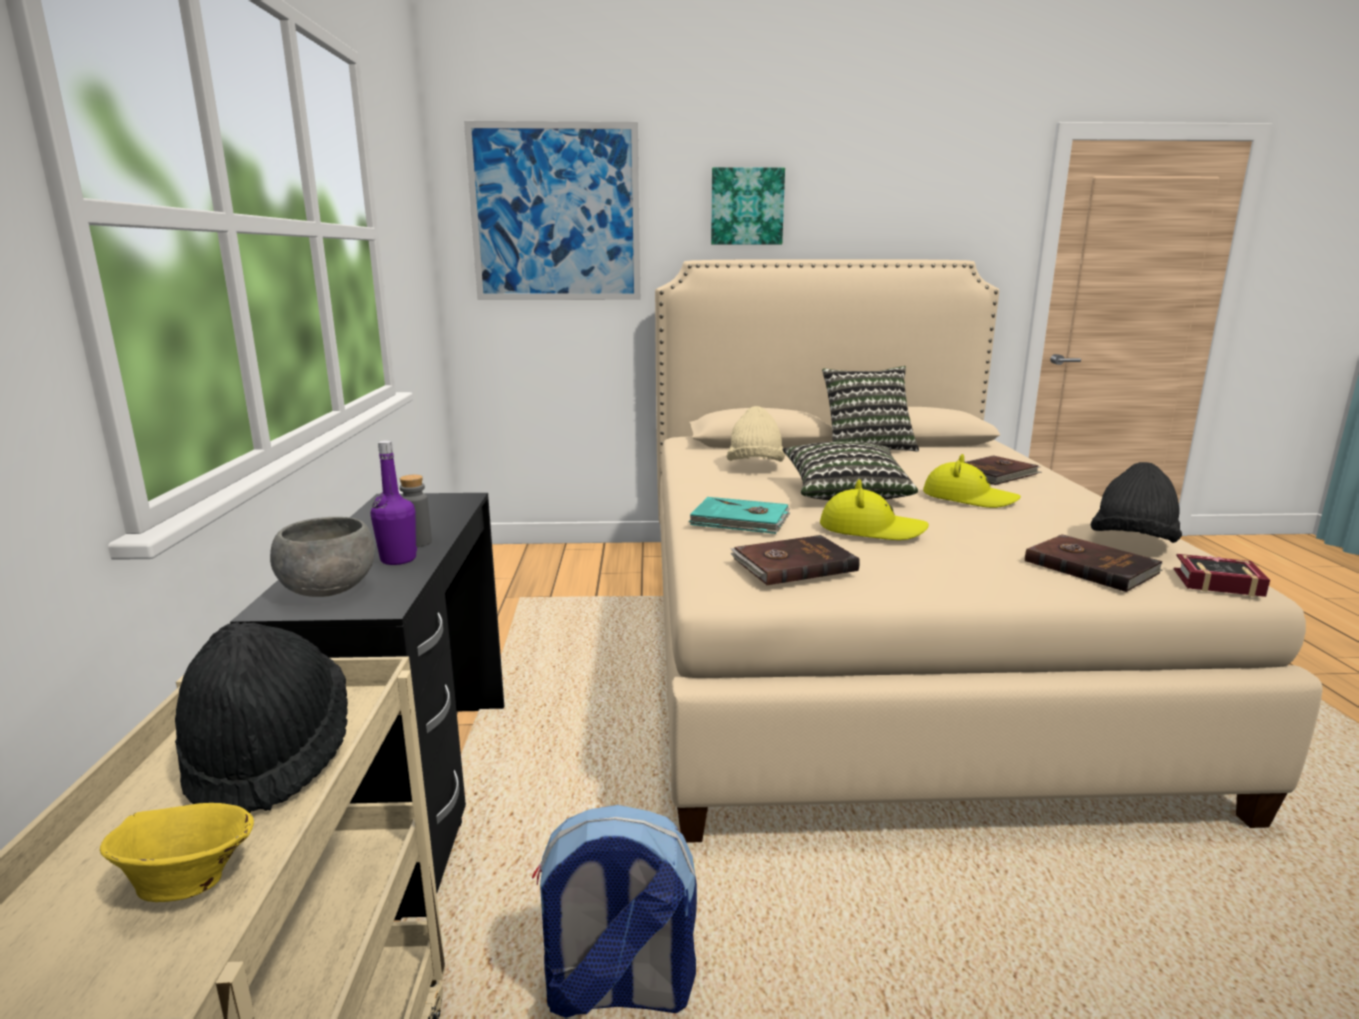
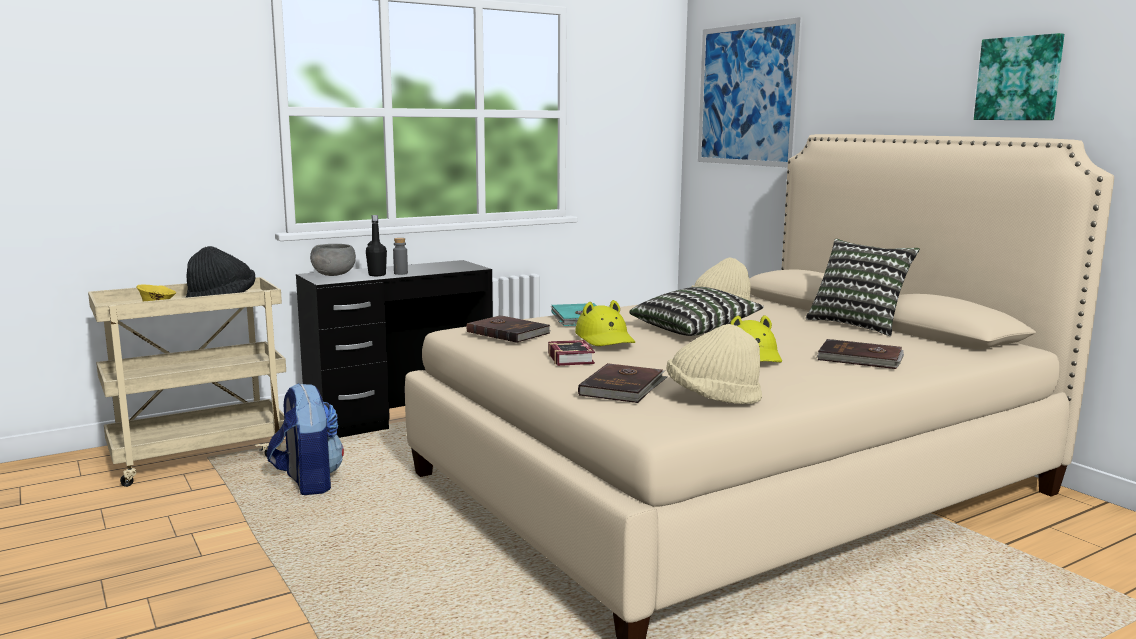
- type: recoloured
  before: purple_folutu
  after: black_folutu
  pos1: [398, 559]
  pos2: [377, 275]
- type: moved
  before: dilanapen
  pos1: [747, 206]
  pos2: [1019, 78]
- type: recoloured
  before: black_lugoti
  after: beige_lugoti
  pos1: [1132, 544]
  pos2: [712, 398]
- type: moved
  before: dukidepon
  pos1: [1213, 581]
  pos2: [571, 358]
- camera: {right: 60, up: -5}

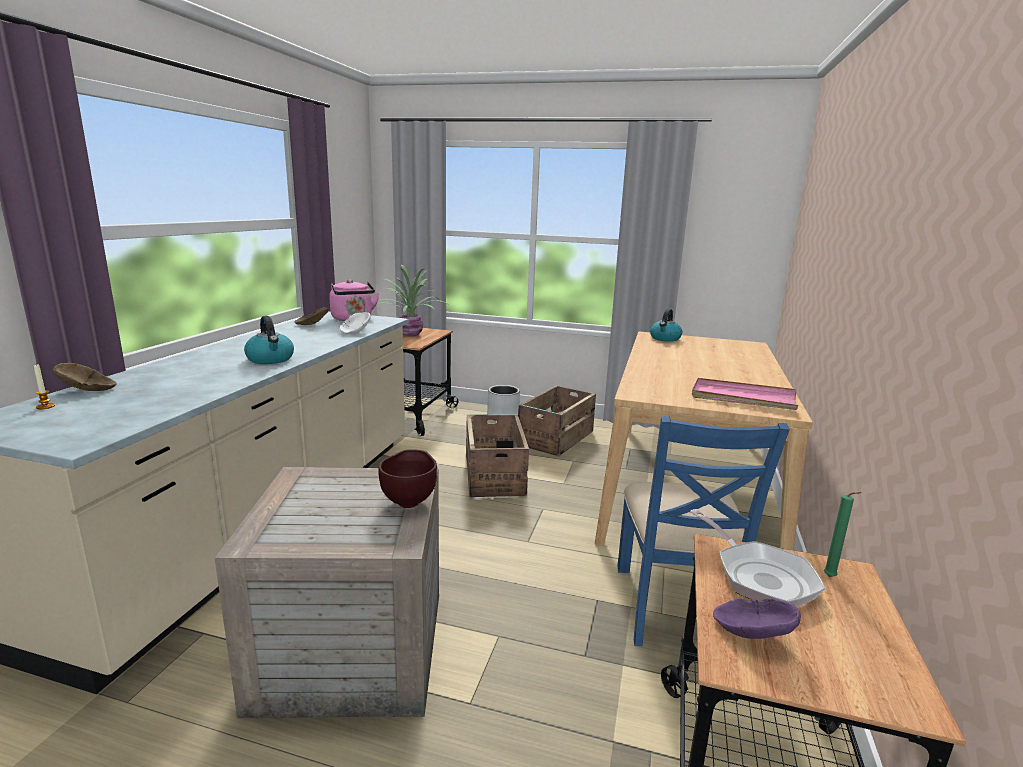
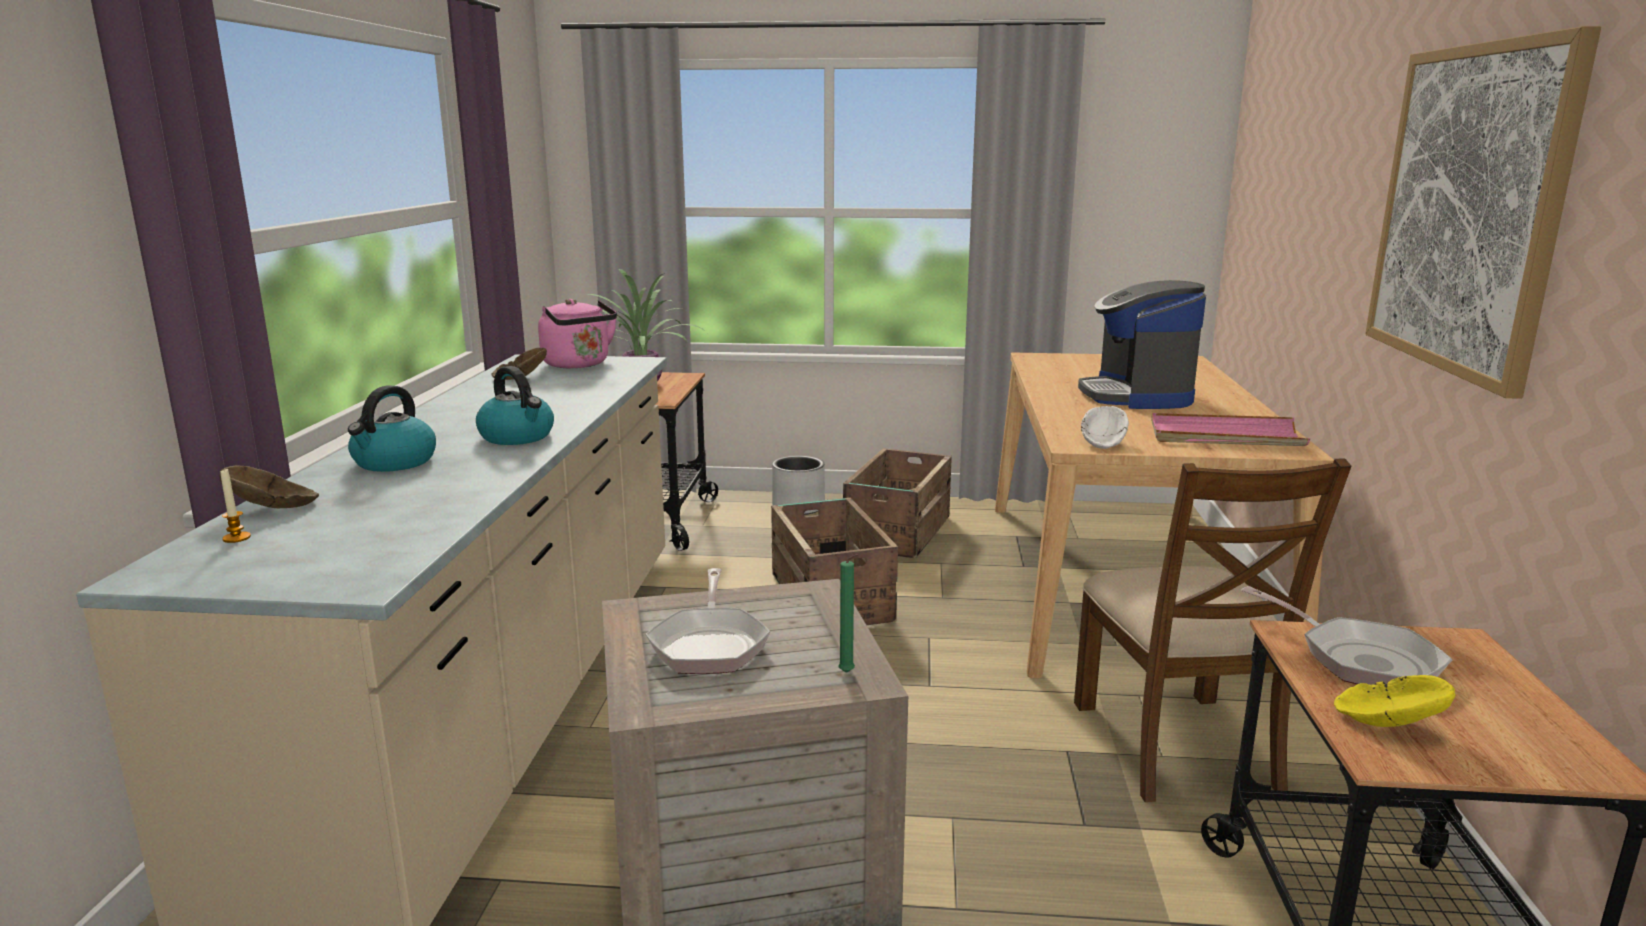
- type: moved
  before: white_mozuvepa
  pos1: [354, 332]
  pos2: [1101, 443]
- type: removed
  before: brown_mozuvepa
  pos1: [409, 501]
- type: recoloured
  before: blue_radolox
  after: brown_radolox
  pos1: [675, 607]
  pos2: [1177, 745]
- type: moved
  before: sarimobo
  pos1: [665, 338]
  pos2: [394, 462]
- type: recoloured
  before: purple_mozuvepa
  after: yellow_mozuvepa
  pos1: [751, 632]
  pos2: [1386, 721]
- type: moved
  before: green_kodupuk
  pos1: [831, 578]
  pos2: [848, 673]
- type: added
  after: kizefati
  pos2: [709, 644]
- type: added
  after: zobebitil
  pos2: [1137, 396]
- type: added
  after: dilanapen
  pos2: [1469, 209]
- camera: {right: -10, up: 0}

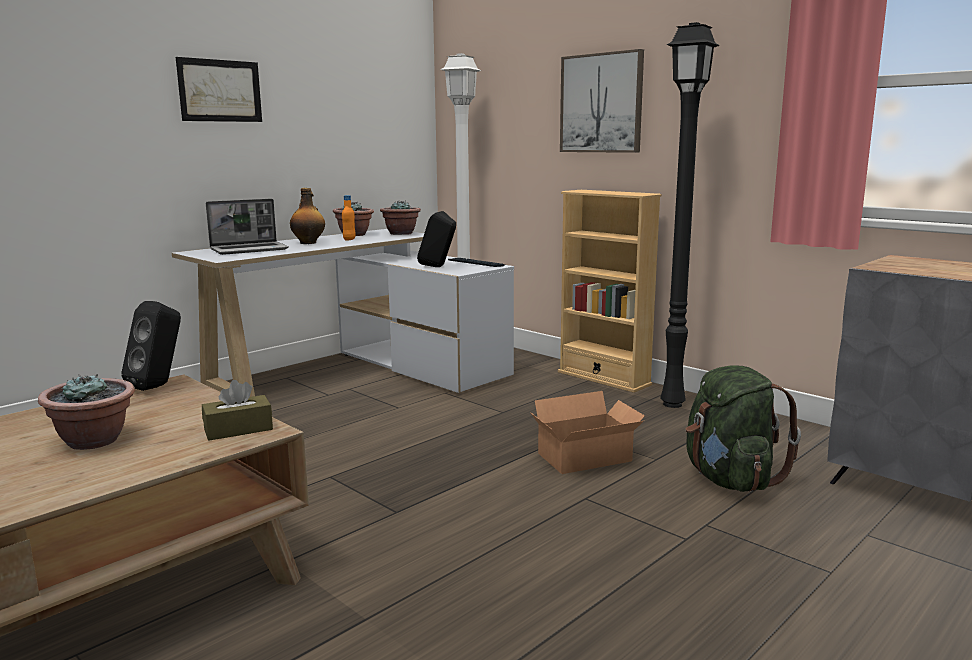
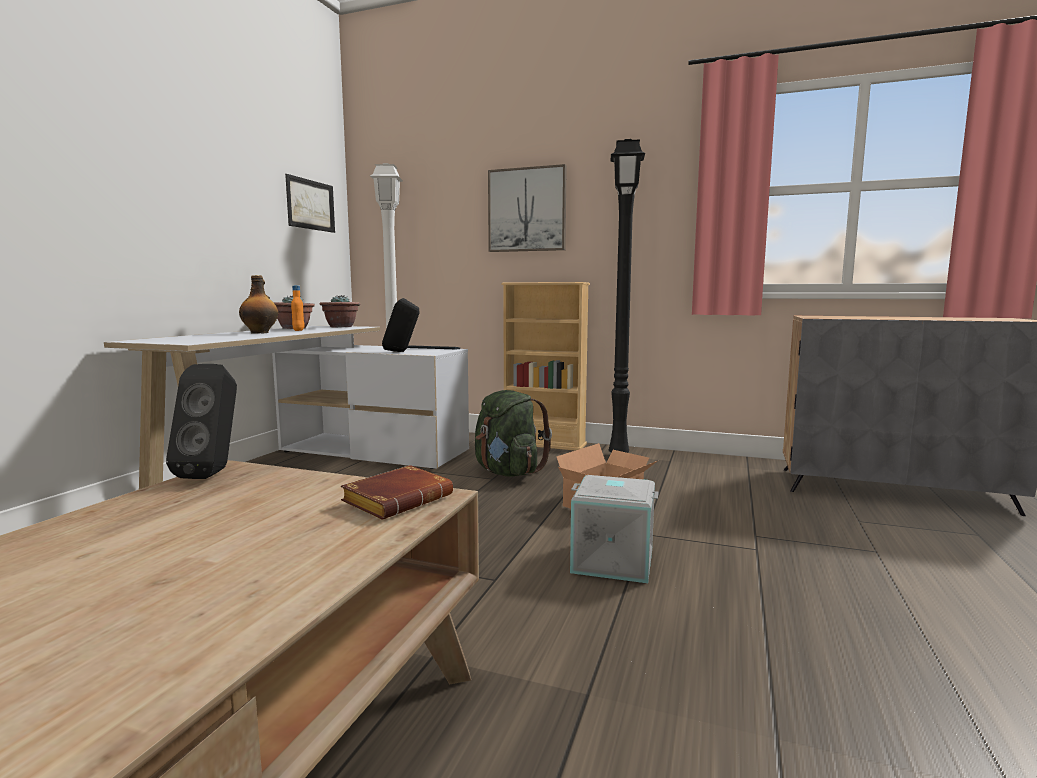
- type: removed
  before: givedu
  pos1: [94, 441]
- type: moved
  before: dilanapen
  pos1: [220, 91]
  pos2: [310, 205]
- type: replaced
  before: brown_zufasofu
  after: brown_dukidepon
  pos1: [238, 429]
  pos2: [398, 499]
- type: removed
  before: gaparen
  pos1: [250, 250]
- type: moved
  before: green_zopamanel
  pos1: [730, 479]
  pos2: [508, 472]
- type: added
  after: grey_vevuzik
  pos2: [613, 560]
- camera: {right: -25, up: -5}

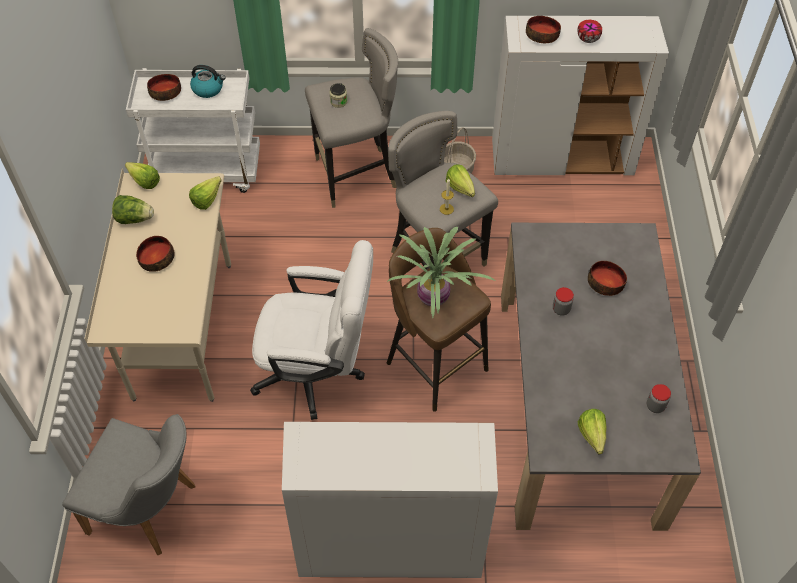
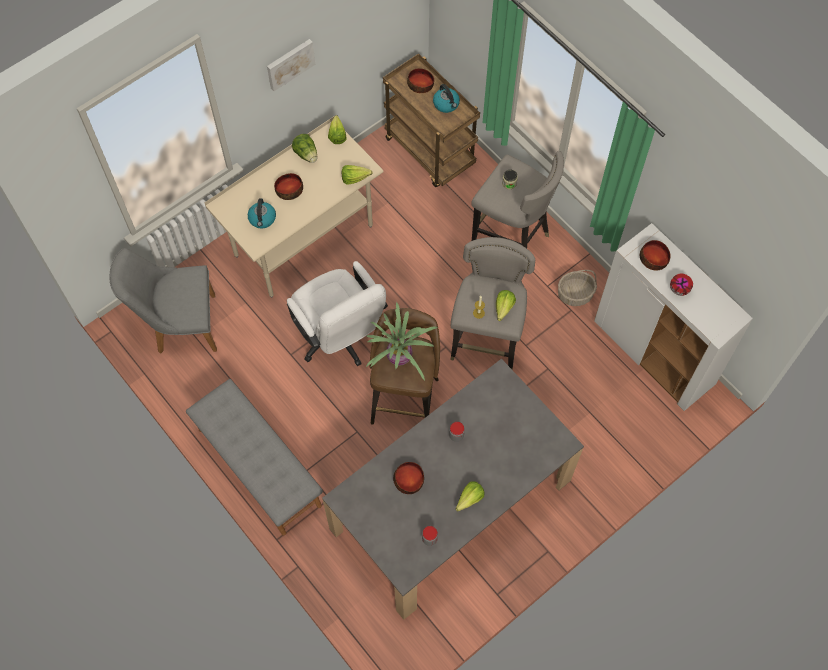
- type: turned
  before: grey_radolox
  pos1: [152, 510]
  pos2: [179, 325]
  turn: 105
- type: recoloured
  before: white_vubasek
  after: brown_vubasek
  pos1: [207, 171]
  pos2: [431, 152]
- type: replaced
  before: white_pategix
  after: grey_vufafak
  pos1: [389, 549]
  pos2: [258, 467]
- type: moved
  before: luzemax
  pos1: [592, 439]
  pos2: [467, 500]
- type: moved
  before: mozuvepa
  pos1: [606, 283]
  pos2: [409, 480]
- type: added
  after: sarimobo
  pos2: [262, 219]
- type: added
  after: dilanapen
  pos2: [289, 63]
- camera: {right: 50, up: 10}

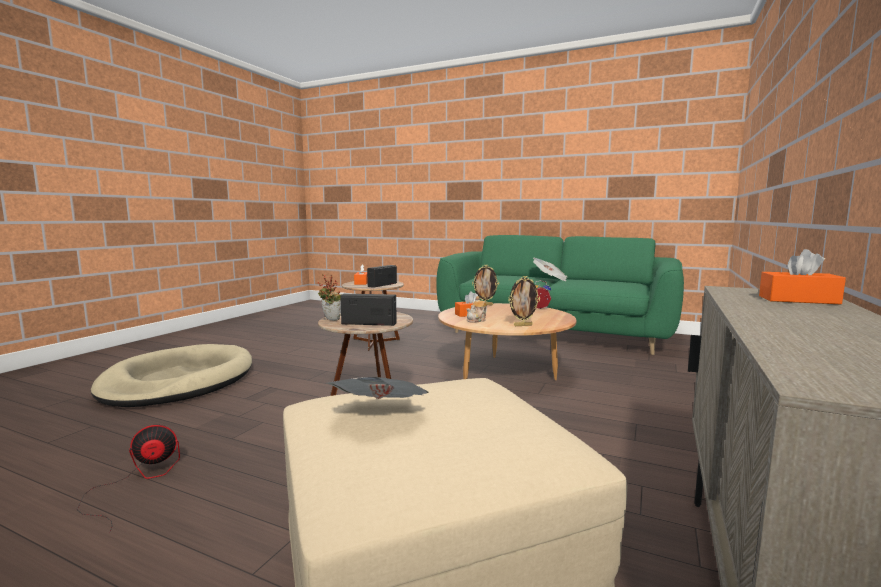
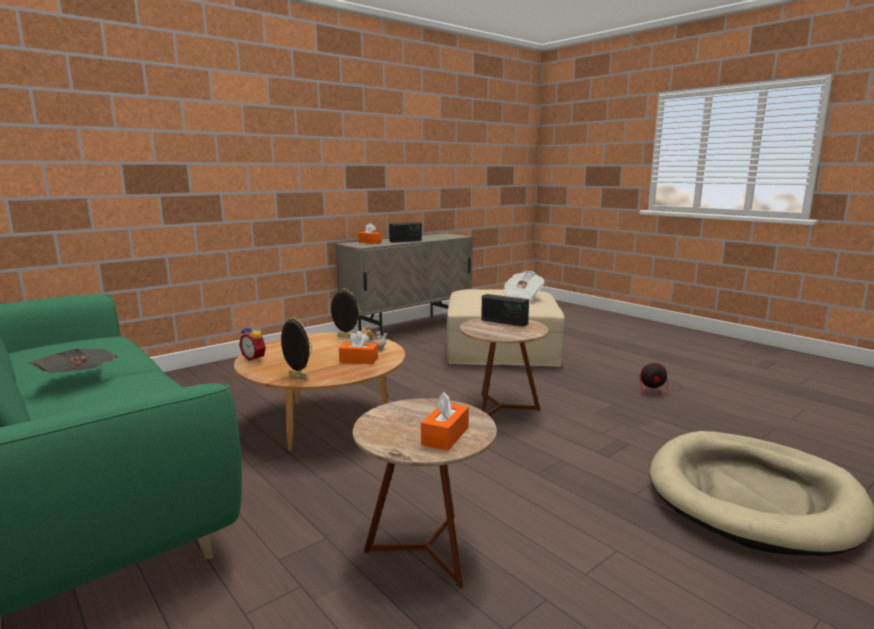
- type: removed
  before: givedu
  pos1: [330, 319]
- type: moved
  before: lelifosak
  pos1: [382, 285]
  pos2: [405, 241]
- camera: {right: -155, up: 5}

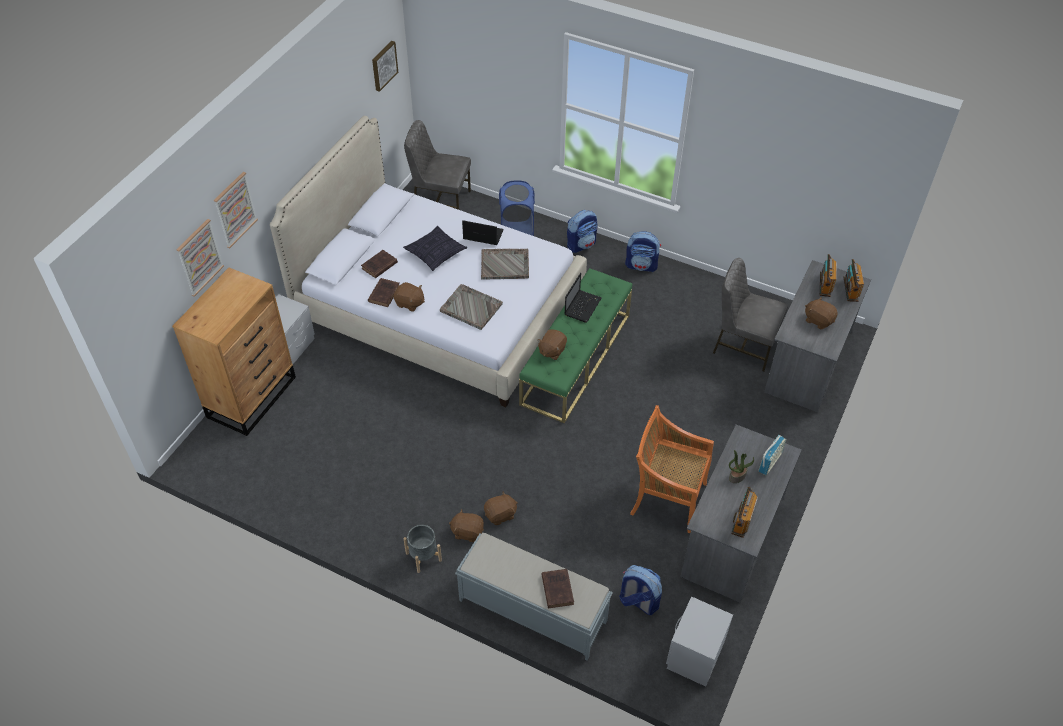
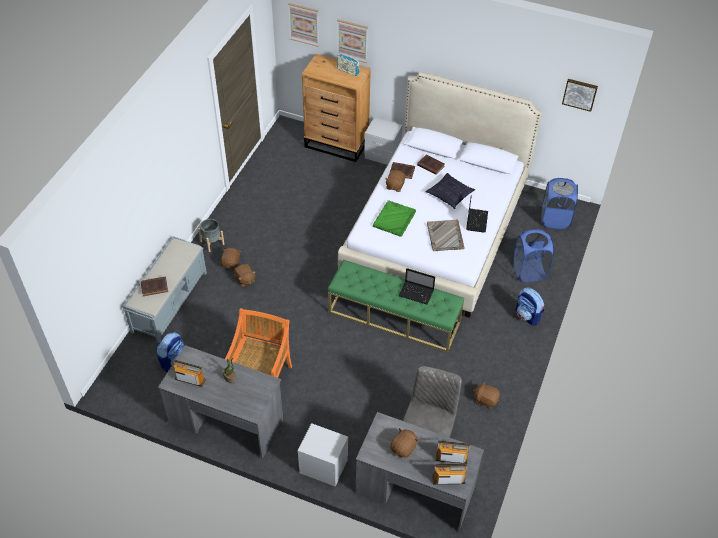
- type: moved
  before: dilanapen
  pos1: [235, 209]
  pos2: [304, 24]
- type: replaced
  before: grey_radolox
  after: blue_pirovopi
  pos1: [441, 201]
  pos2: [555, 219]
- type: recoloured
  before: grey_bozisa
  after: green_bozisa
  pos1: [470, 307]
  pos2: [394, 219]
- type: moved
  before: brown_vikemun
  pos1: [552, 350]
  pos2: [485, 399]
- type: removed
  before: zopamanel
  pos1: [641, 265]
- type: moved
  before: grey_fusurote
  pos1: [695, 655]
  pos2: [323, 466]
- type: moved
  before: lelifosak
  pos1: [770, 462]
  pos2: [348, 71]
- camera: {right: 85, up: 0}

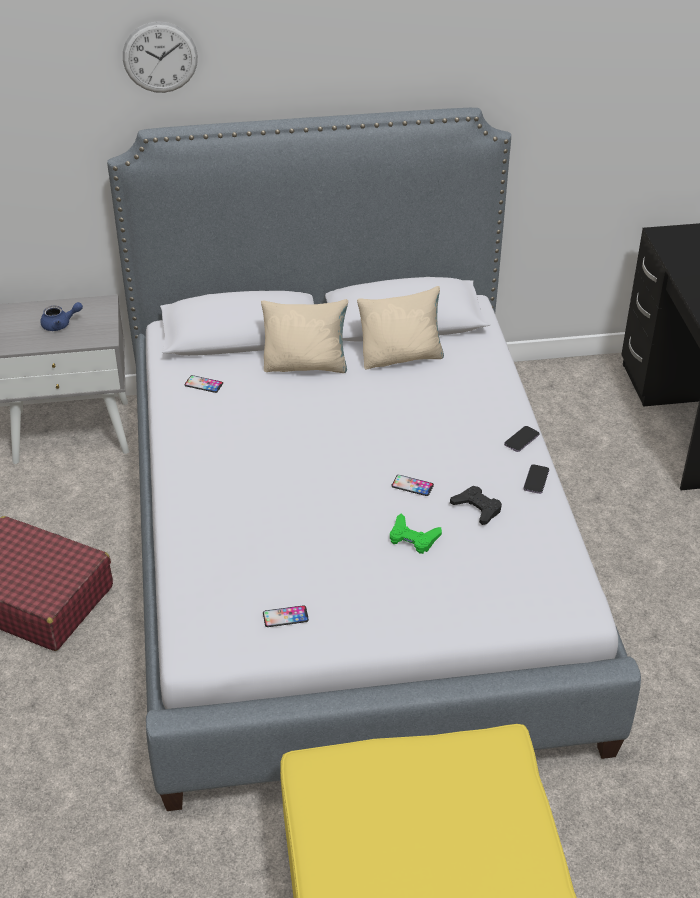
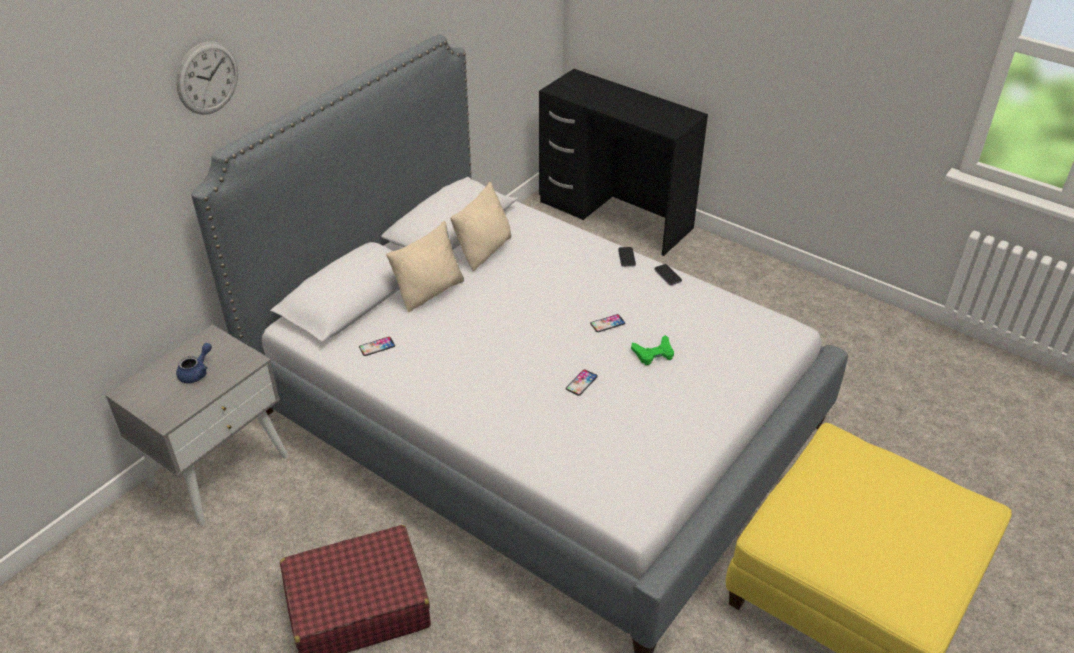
- type: moved
  before: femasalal
  pos1: [285, 616]
  pos2: [581, 382]
- type: removed
  before: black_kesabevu
  pos1: [477, 508]
- camera: {right: -45, up: 0}

